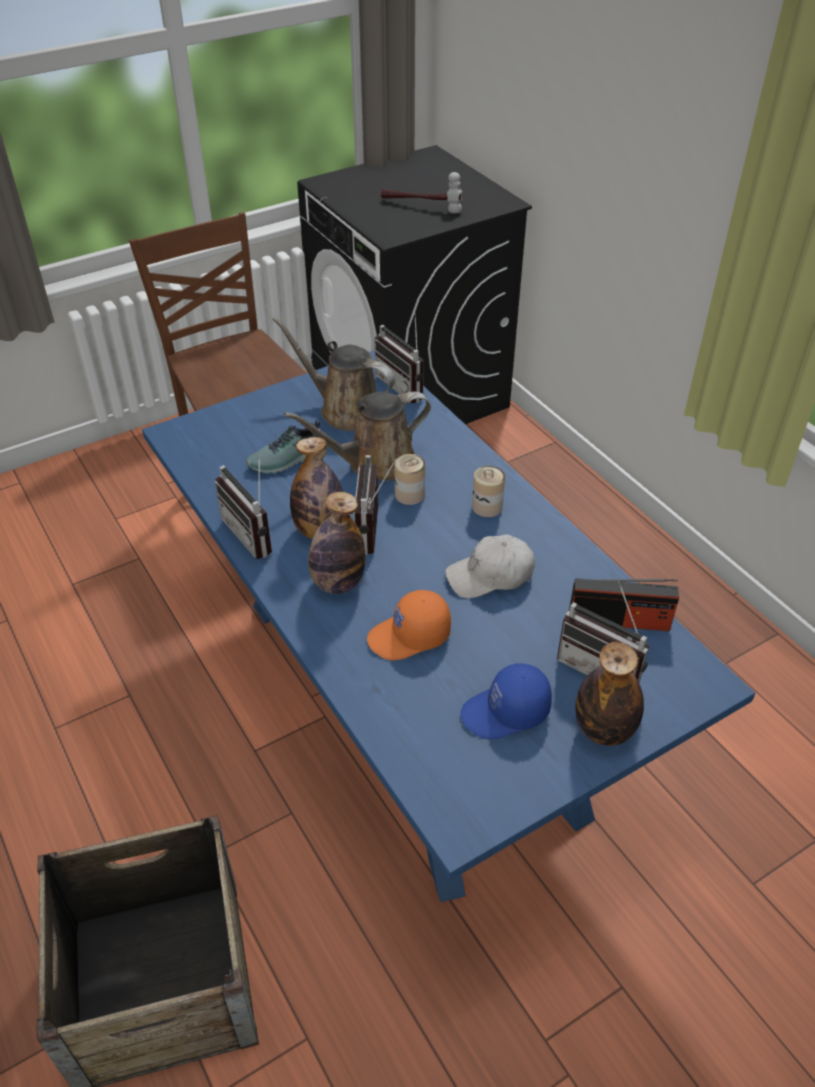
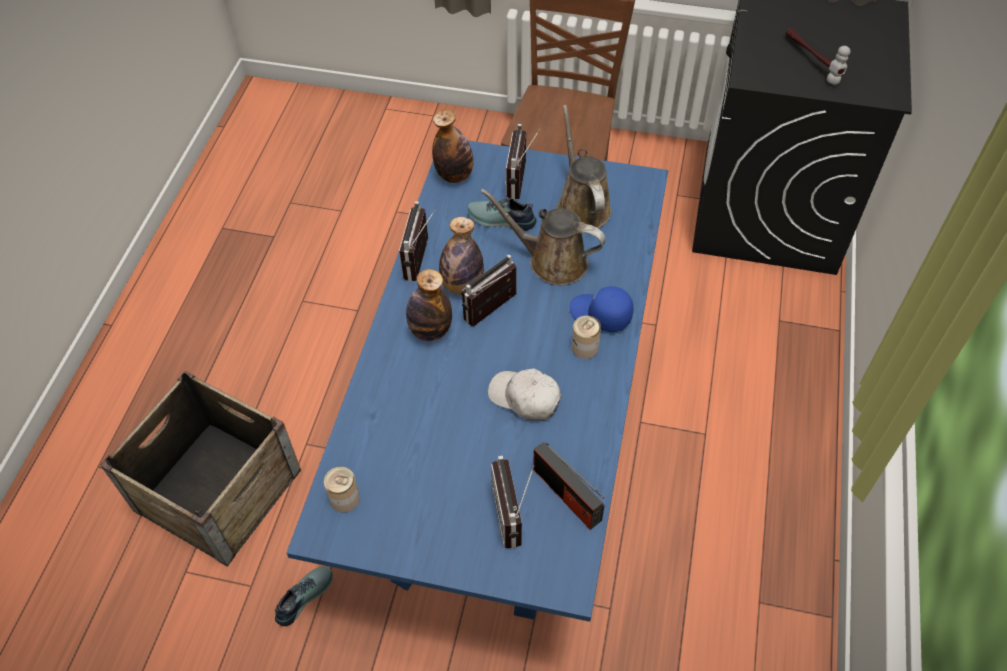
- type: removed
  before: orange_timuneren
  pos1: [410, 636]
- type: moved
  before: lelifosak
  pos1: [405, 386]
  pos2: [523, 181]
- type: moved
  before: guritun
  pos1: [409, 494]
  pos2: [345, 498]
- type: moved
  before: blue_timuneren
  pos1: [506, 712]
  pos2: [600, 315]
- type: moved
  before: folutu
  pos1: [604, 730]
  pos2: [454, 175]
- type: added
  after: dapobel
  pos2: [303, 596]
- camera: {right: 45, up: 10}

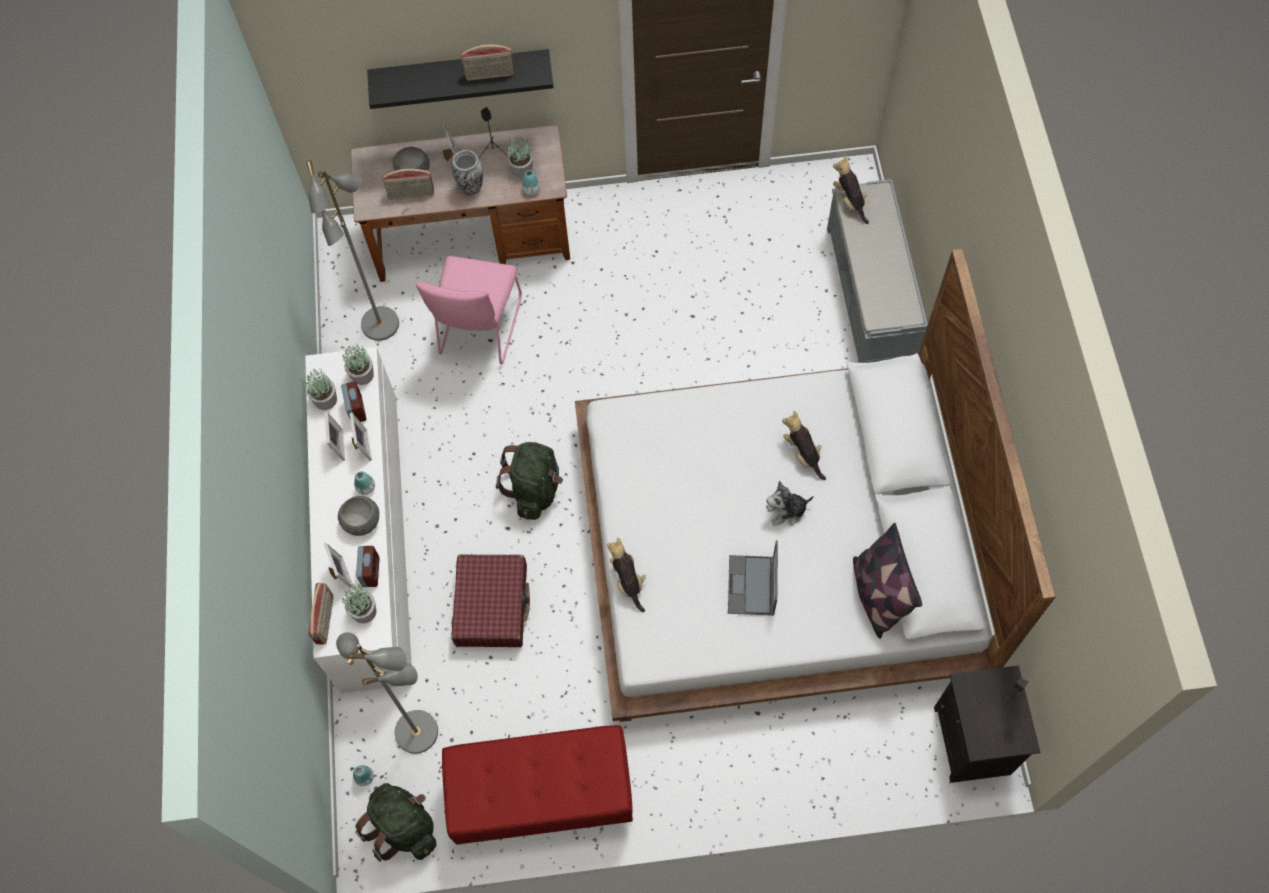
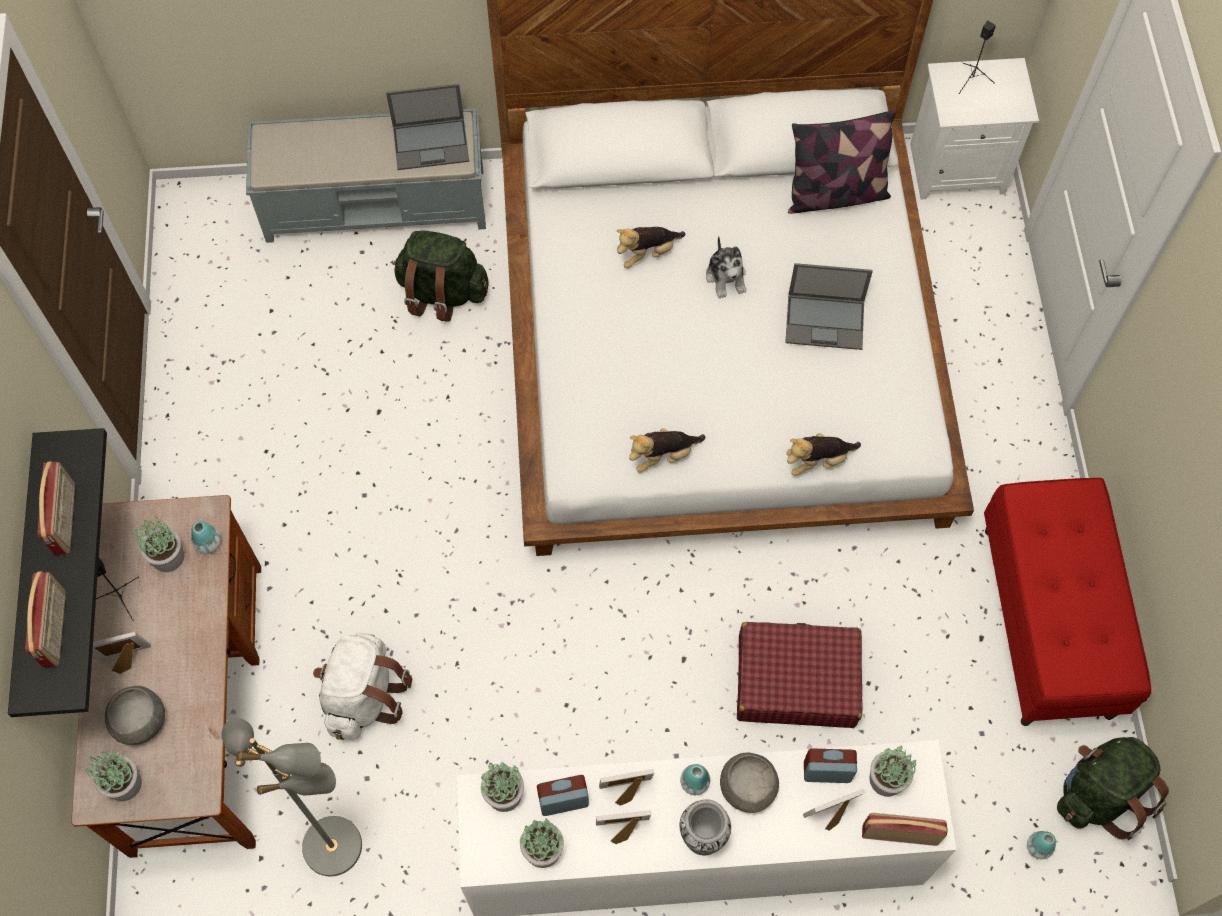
- type: removed
  before: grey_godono
  pos1: [417, 730]
- type: moved
  before: lelifosak
  pos1: [411, 194]
  pos2: [56, 628]
- type: replaced
  before: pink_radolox
  after: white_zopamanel
  pos1: [479, 330]
  pos2: [363, 696]
- type: moved
  before: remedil
  pos1: [471, 188]
  pos2: [702, 838]
- type: moved
  before: green_zopamanel
  pos1: [535, 489]
  pos2: [442, 292]
- type: moved
  before: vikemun
  pos1: [849, 201]
  pos2: [663, 456]
- type: recoloured
  before: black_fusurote
  after: white_fusurote
  pos1: [973, 741]
  pos2: [958, 167]
- type: added
  after: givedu
  pos2: [123, 784]
- type: added
  after: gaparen
  pos2: [432, 143]
- camera: {right: -90, up: 0}

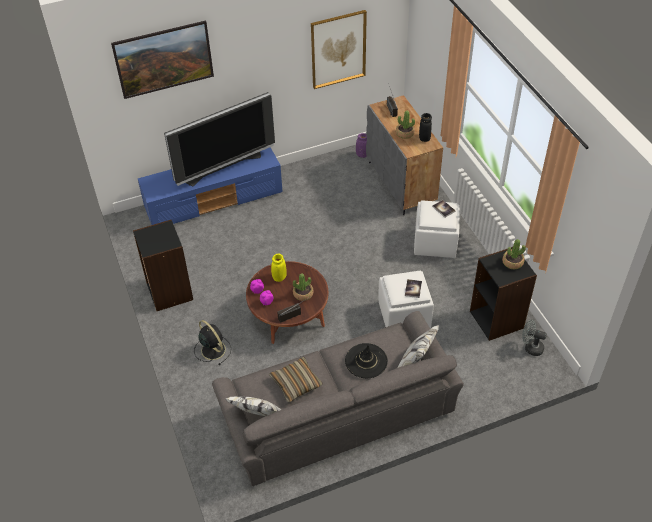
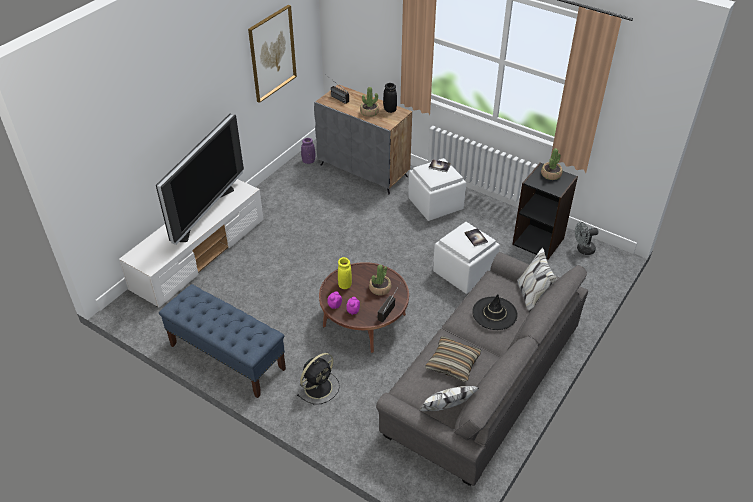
- type: removed
  before: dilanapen
  pos1: [166, 73]
- type: replaced
  before: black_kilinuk
  after: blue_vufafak
  pos1: [169, 292]
  pos2: [227, 357]
- type: recoloured
  before: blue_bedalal
  after: white_bedalal
  pos1: [214, 200]
  pos2: [200, 254]
- type: turned
  before: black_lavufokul
  pos1: [212, 349]
  pos2: [319, 386]
  turn: 120
- camera: {right: -35, up: -5}

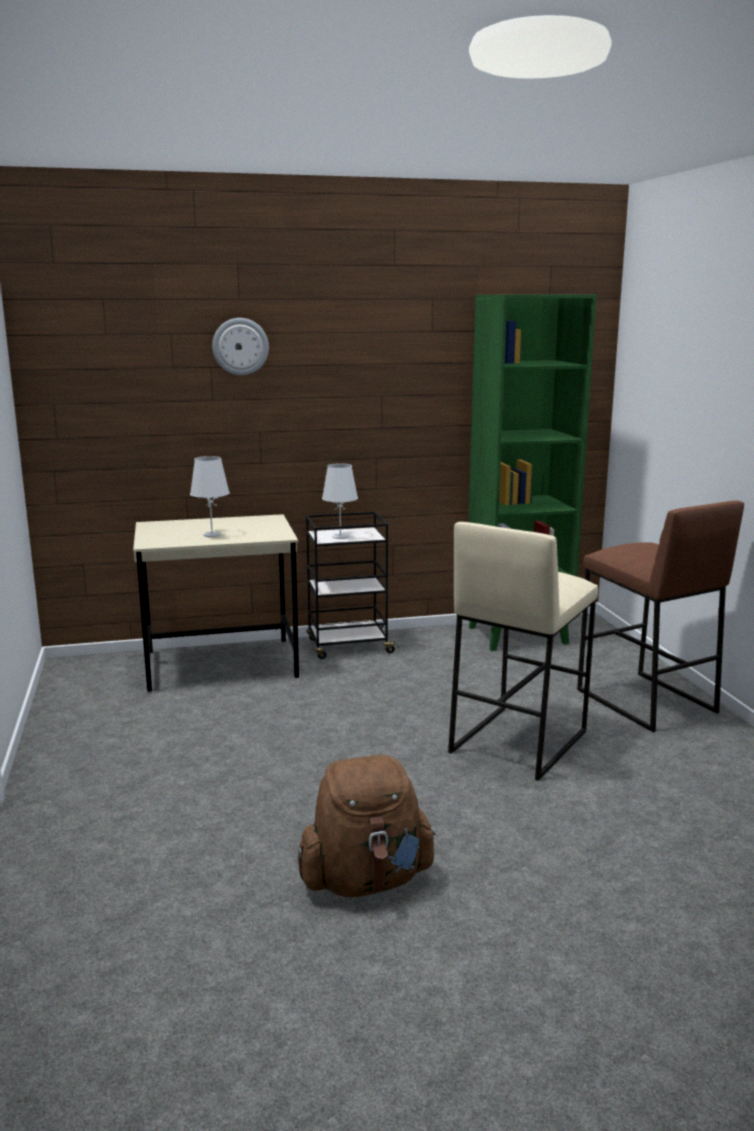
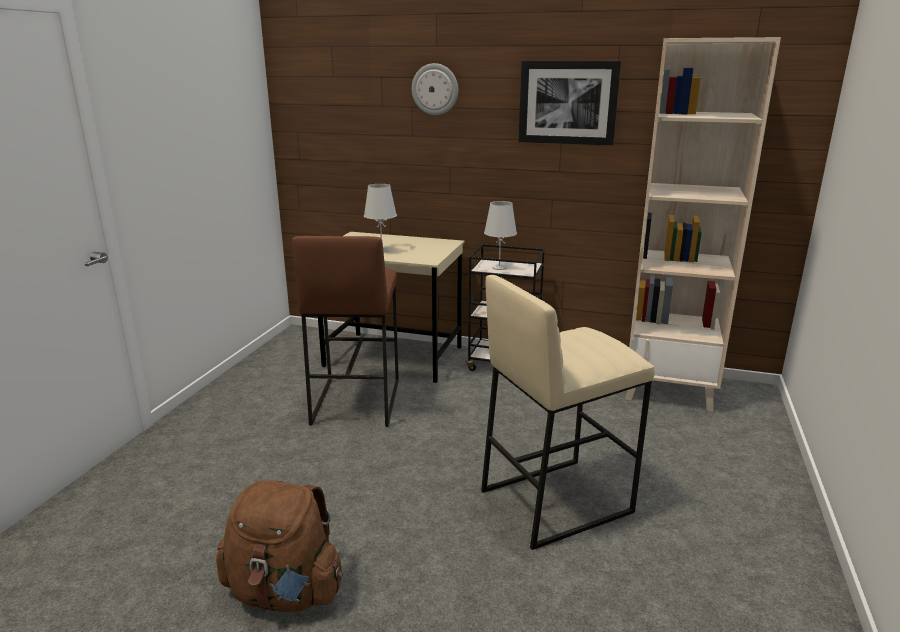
- type: recoloured
  before: green_kilinuk
  after: beige_kilinuk
  pos1: [518, 635]
  pos2: [669, 389]
- type: moved
  before: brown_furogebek
  pos1: [644, 701]
  pos2: [355, 401]
- type: added
  after: dilanapen
  pos2: [568, 102]
- camera: {right: 30, up: 5}

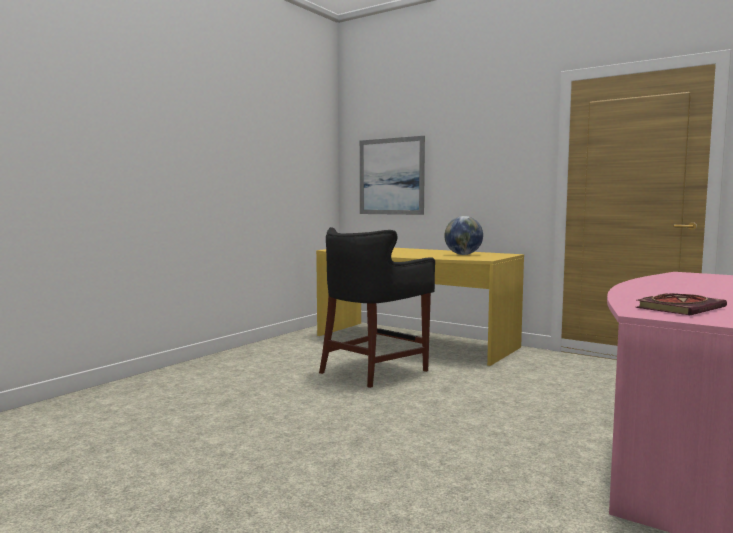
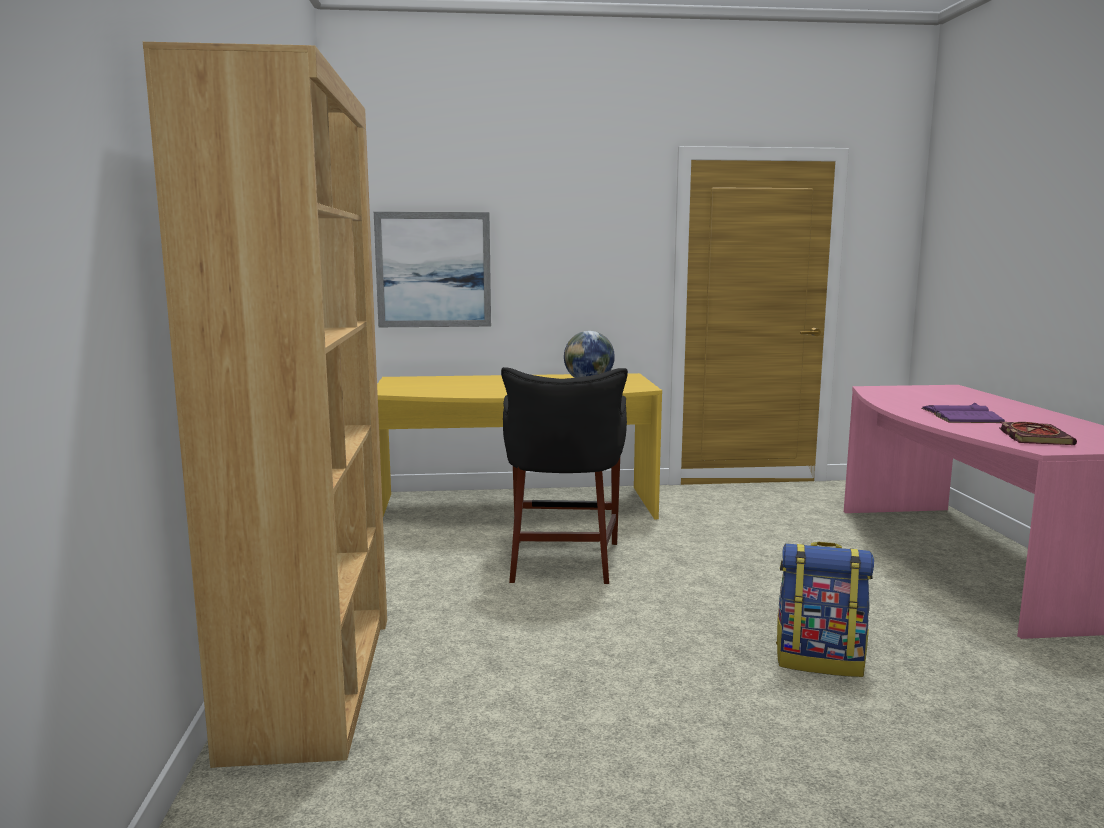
- type: added
  after: brown_kilinuk
  pos2: [313, 681]
- type: added
  after: zopamanel
  pos2: [820, 661]
- type: added
  after: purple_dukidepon
  pos2: [961, 415]
- camera: {right: -40, up: 5}

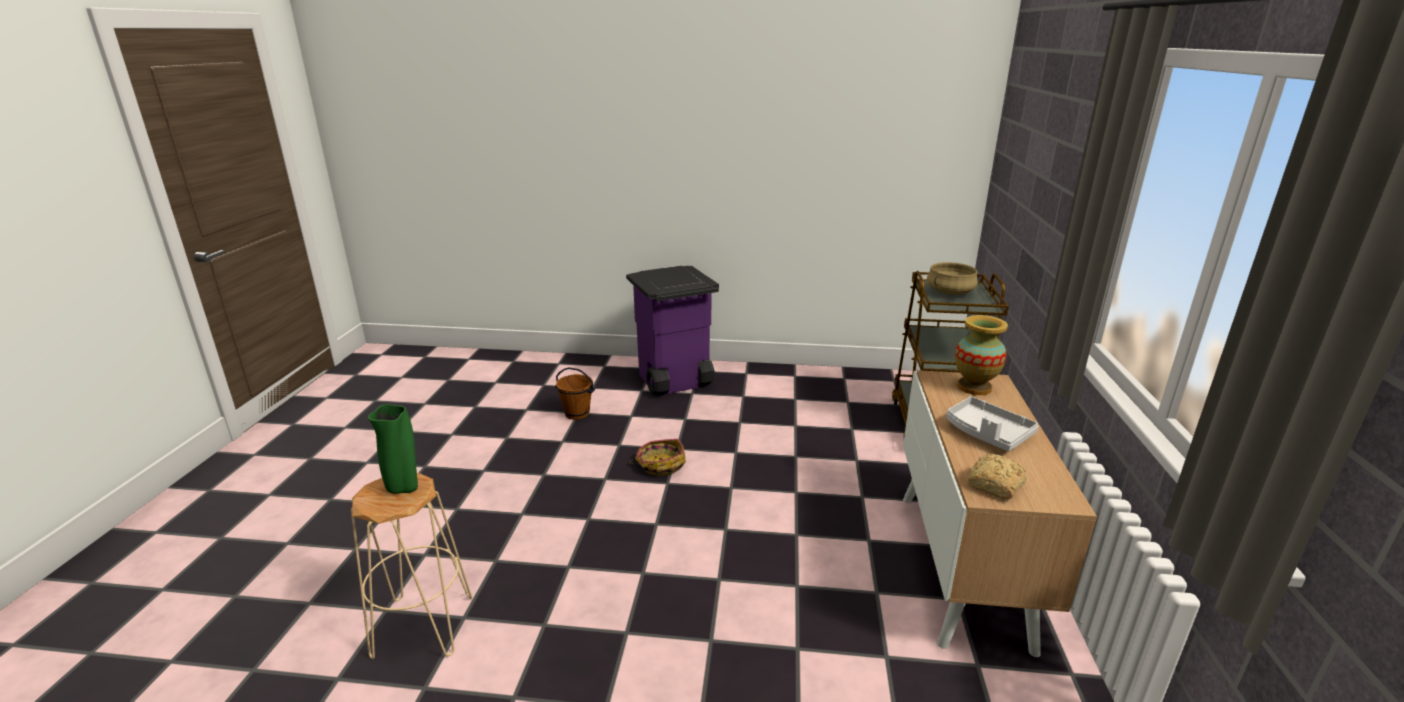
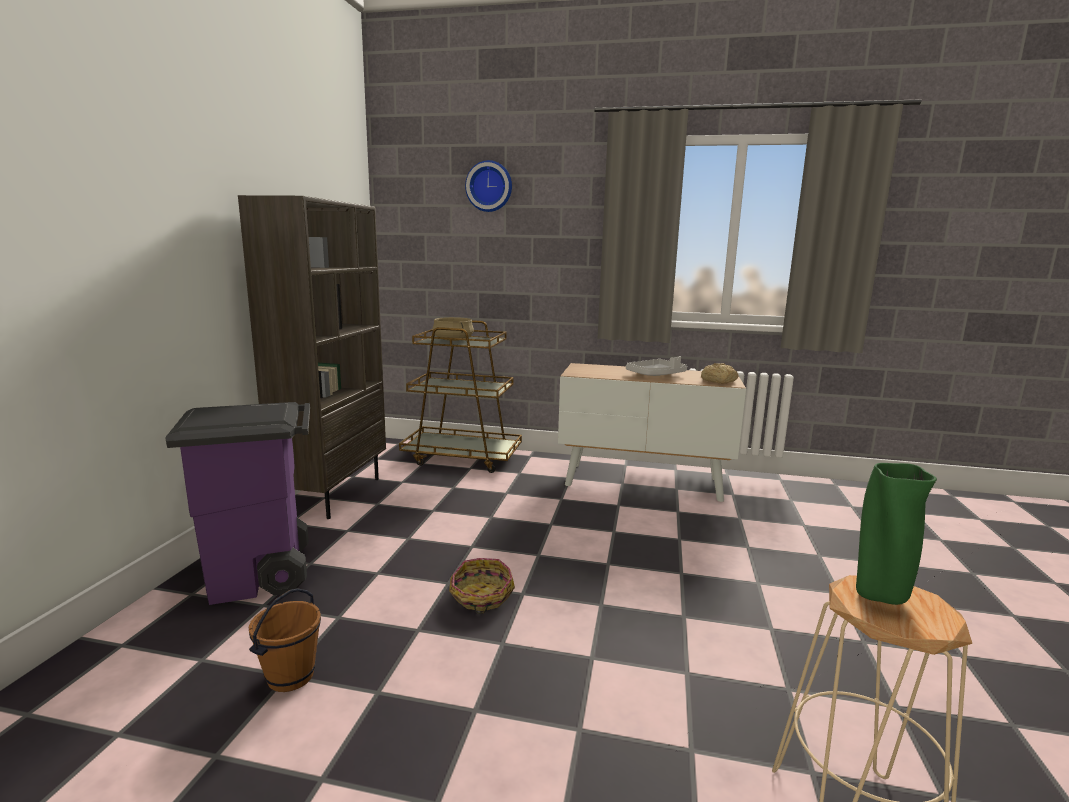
- type: removed
  before: remedil
  pos1: [974, 387]
- type: added
  after: brown_kilinuk
  pos2: [333, 494]
- type: added
  after: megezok
  pos2: [489, 186]
- camera: {right: -85, up: -10}

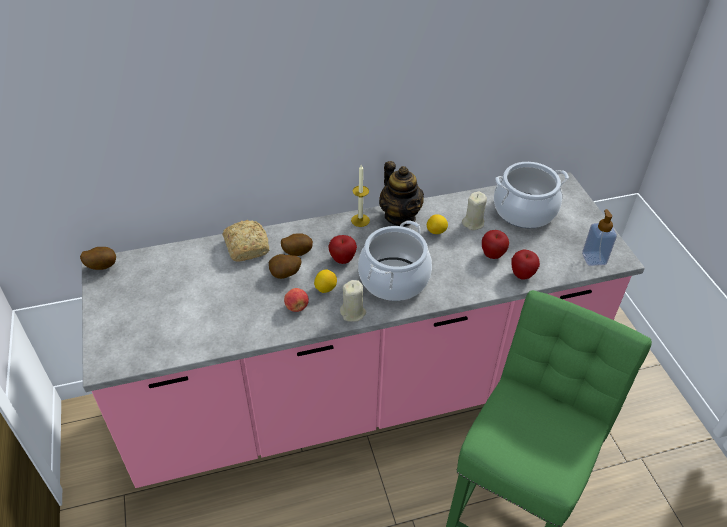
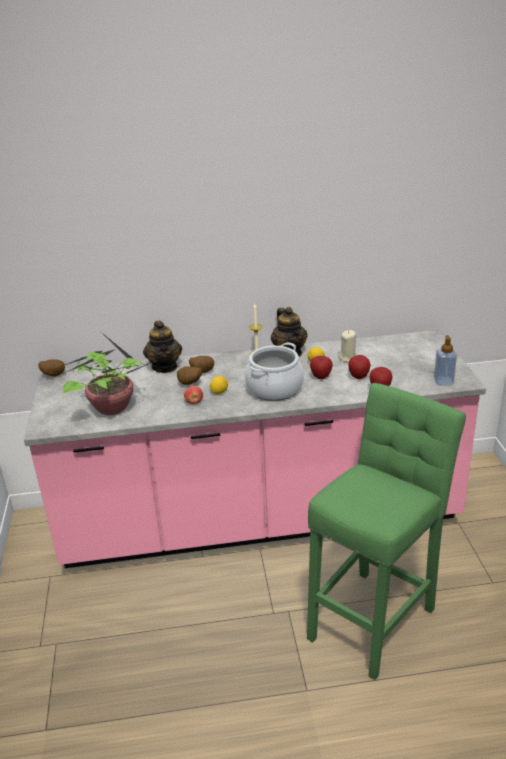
- type: replaced
  before: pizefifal
  after: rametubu
  pos1: [247, 246]
  pos2: [165, 367]
- type: moved
  before: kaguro
  pos1: [342, 259]
  pos2: [321, 377]
- type: removed
  before: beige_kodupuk
  pos1: [353, 312]
- type: removed
  before: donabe
  pos1: [524, 211]
- type: added
  after: givedu
  pos2: [112, 407]
- camera: {right: 10, up: -15}

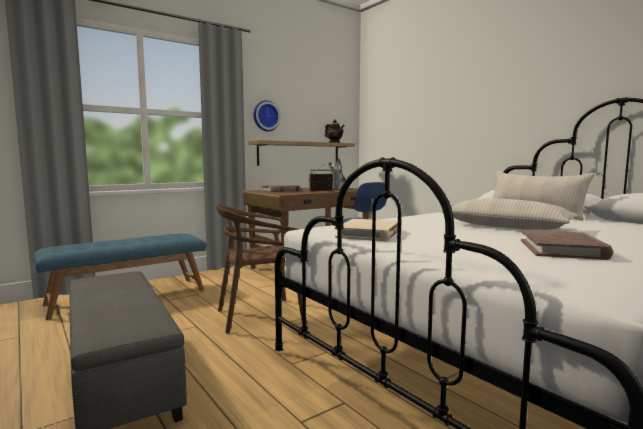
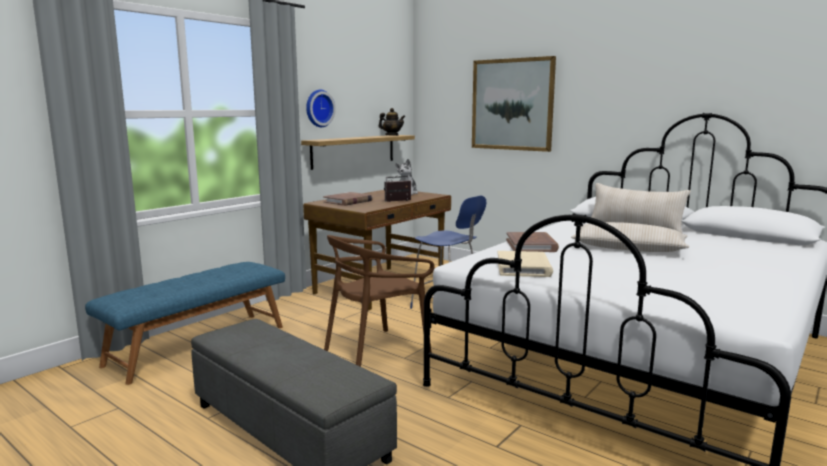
- type: moved
  before: brown_dukidepon
  pos1: [562, 249]
  pos2: [531, 245]
- type: added
  after: dilanapen
  pos2: [512, 104]
- camera: {right: -15, up: 5}

